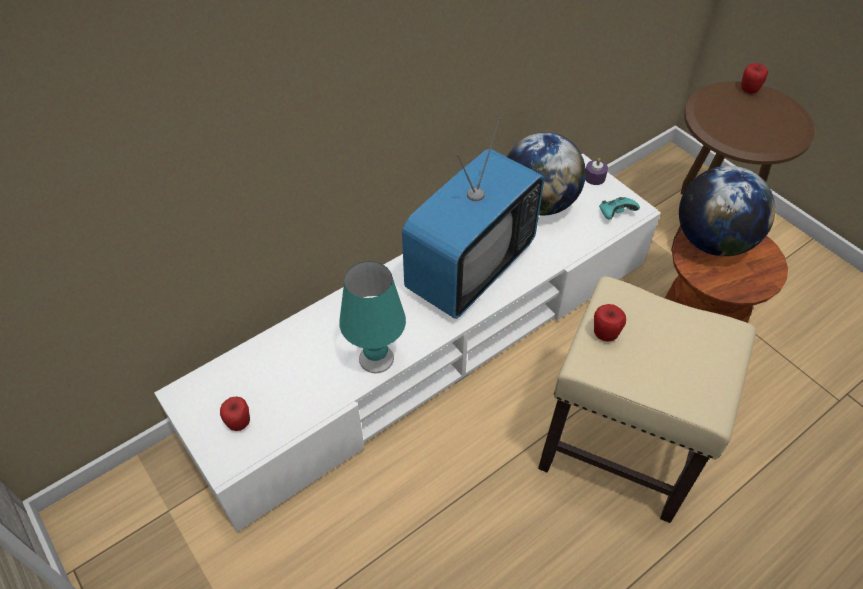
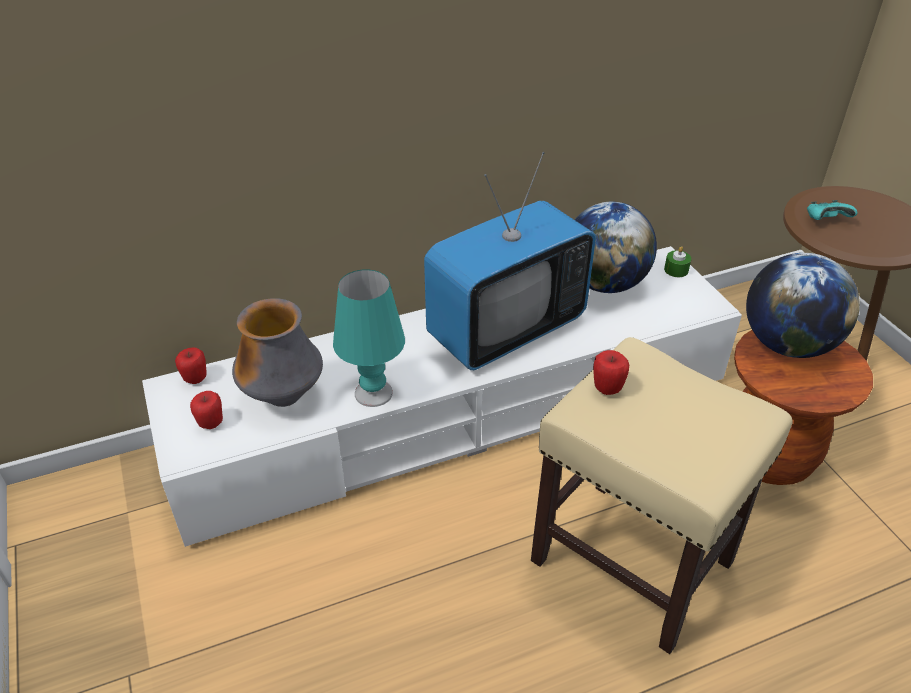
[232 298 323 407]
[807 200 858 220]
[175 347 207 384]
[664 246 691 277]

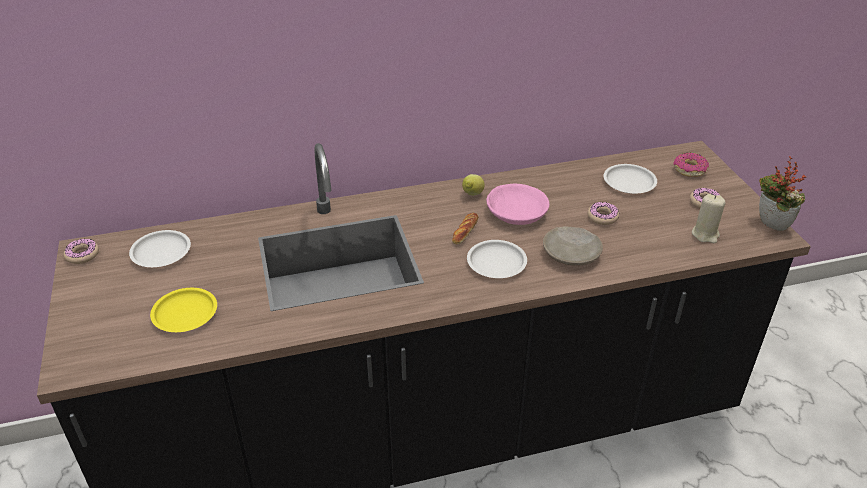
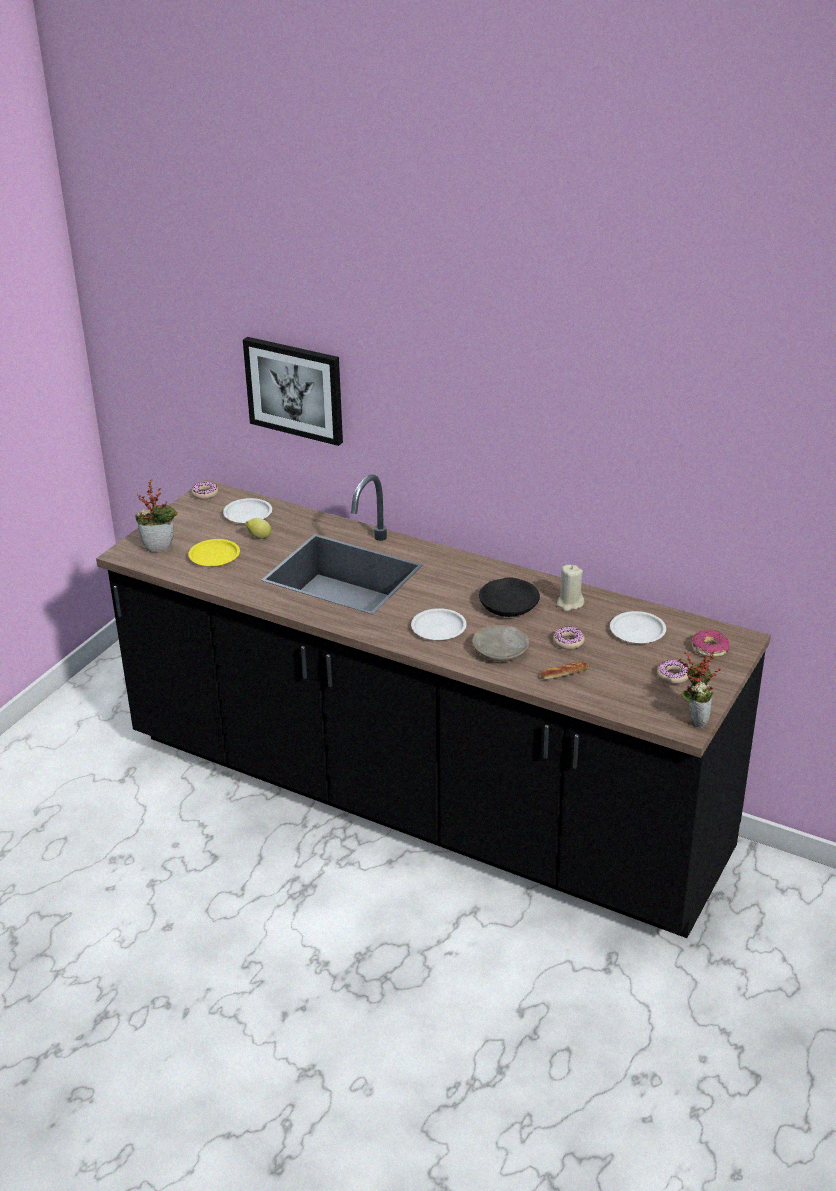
[135 479 178 552]
[243 337 343 446]
[540 661 588 680]
[245 518 271 539]
[557 565 585 611]
[479 577 540 617]

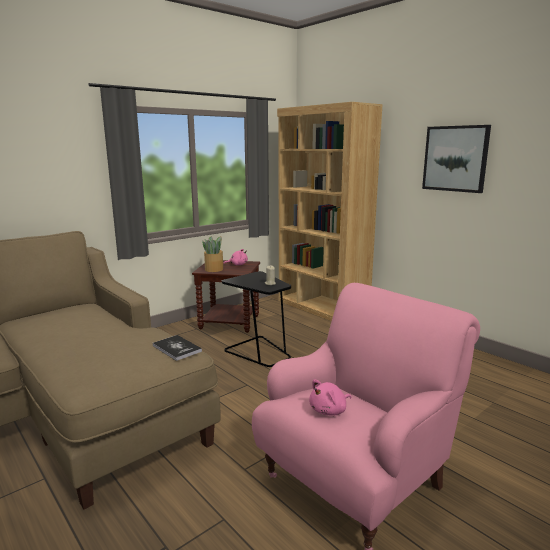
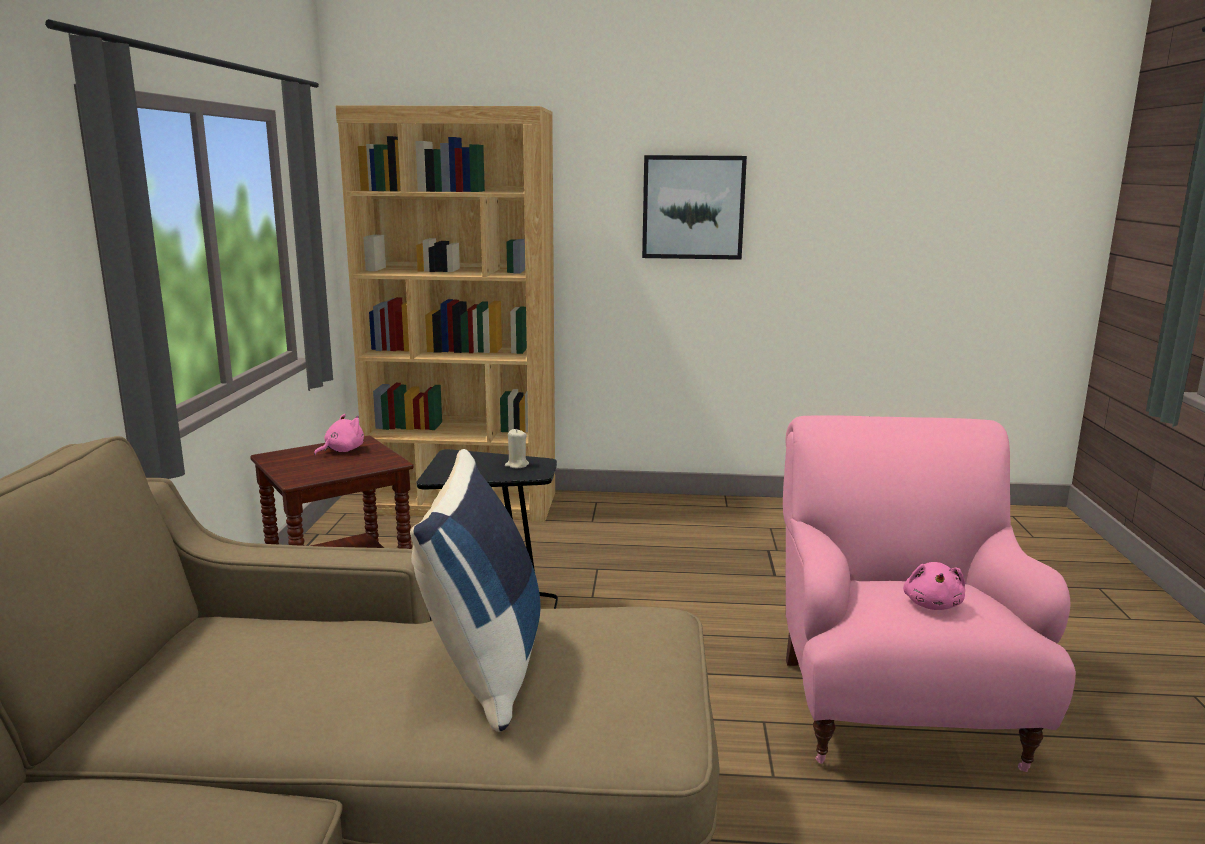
[153 335 202 361] (first image)
[202 236 223 272] (first image)
[410 449 541 732]

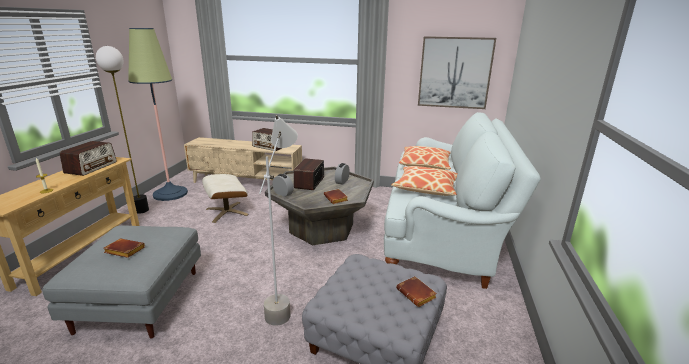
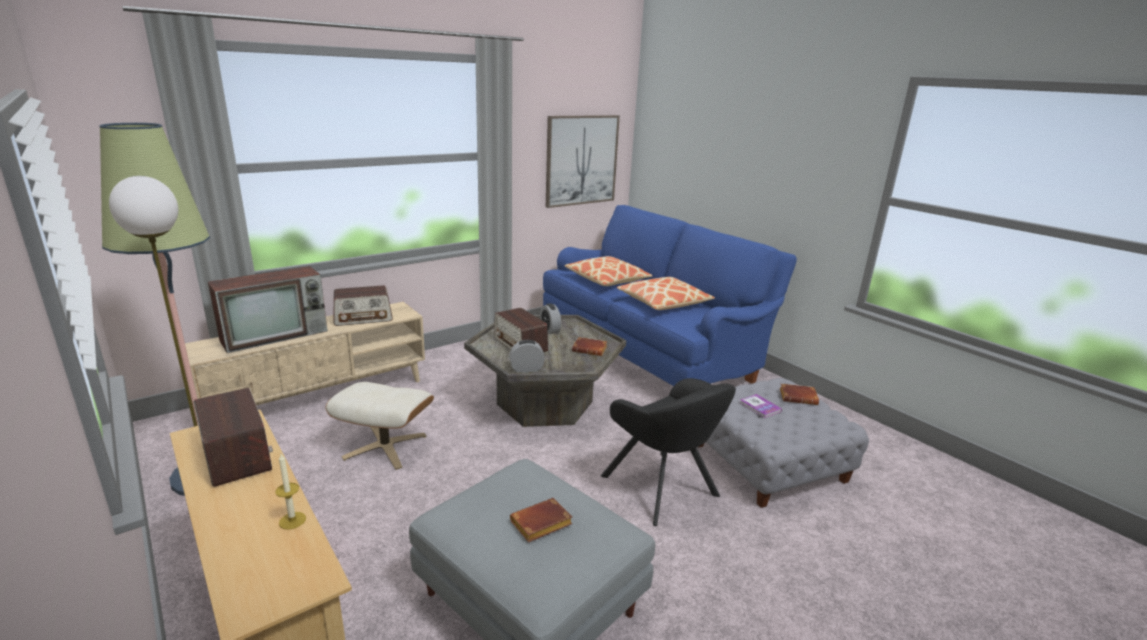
[208 266 328 353]
[740 394 782 418]
[601 378 736 526]
[543 205 797 386]

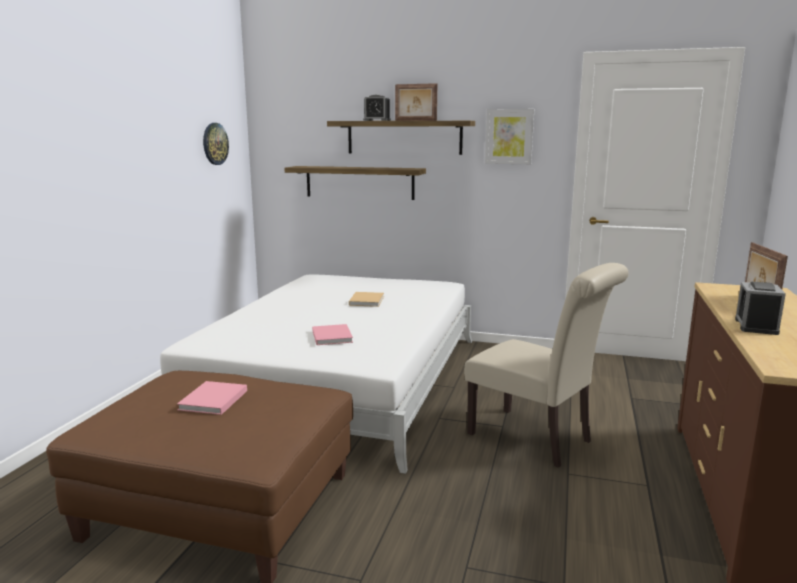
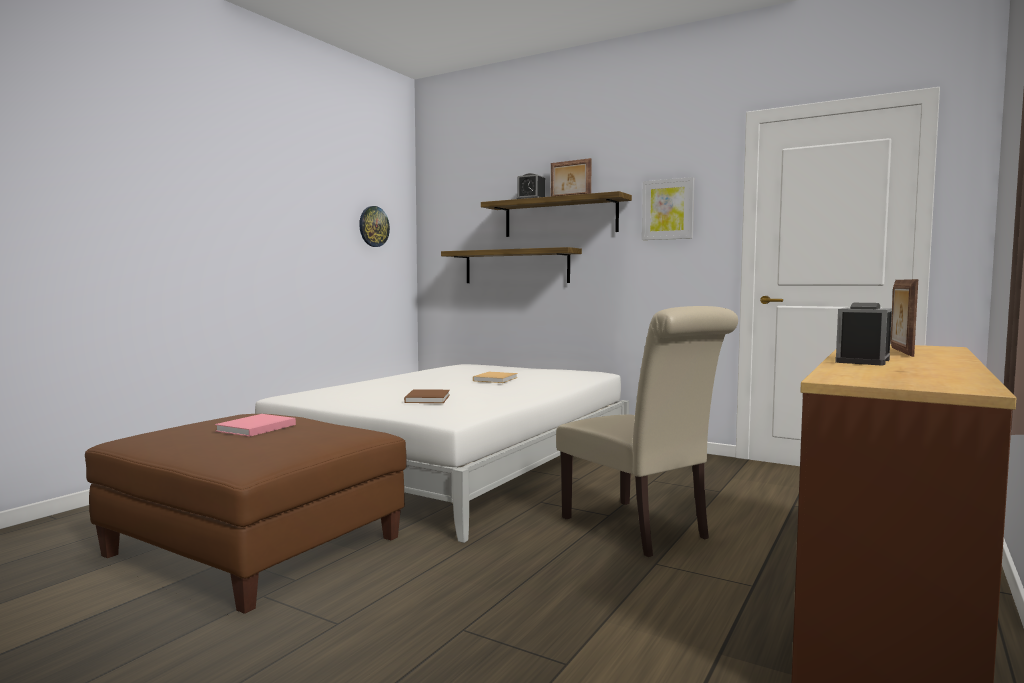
[404 389 450 403]

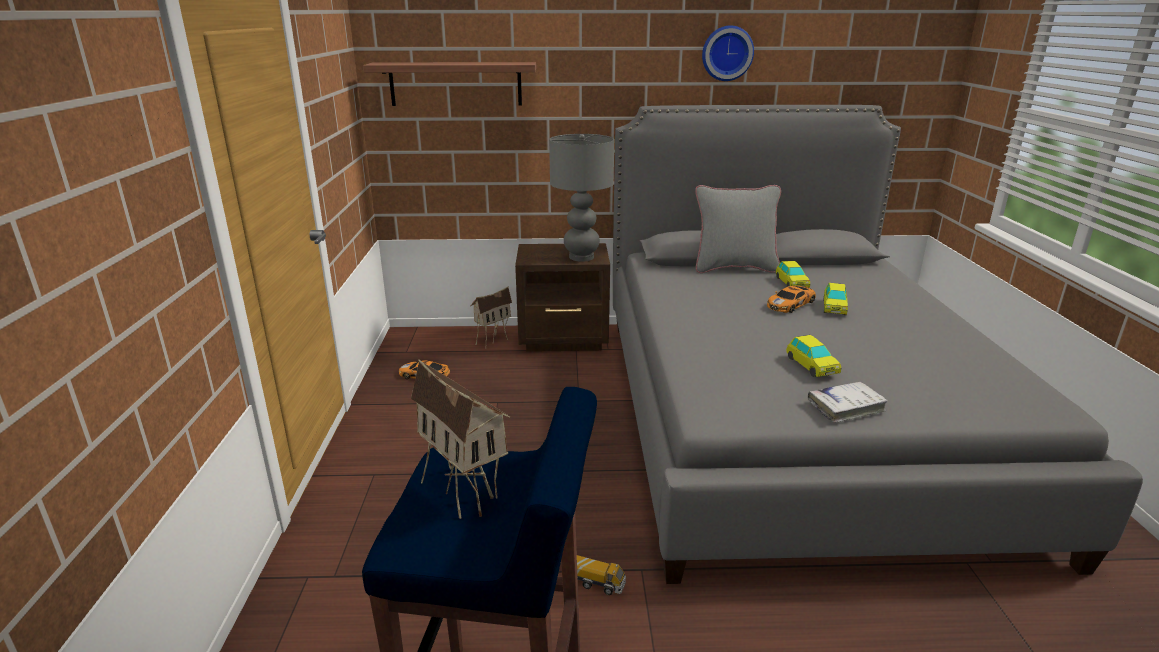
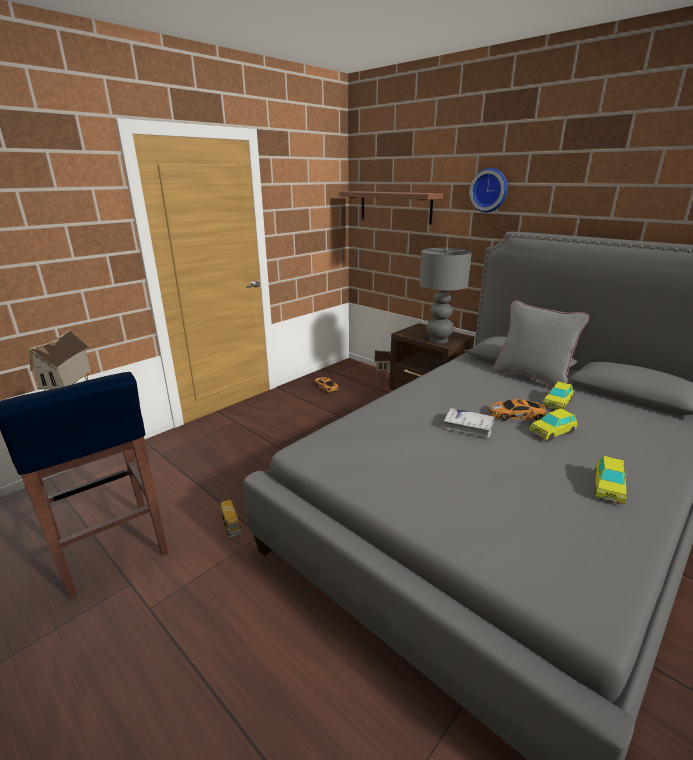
[469 168 508 213]
[595 456 627 504]
[443 408 495 438]

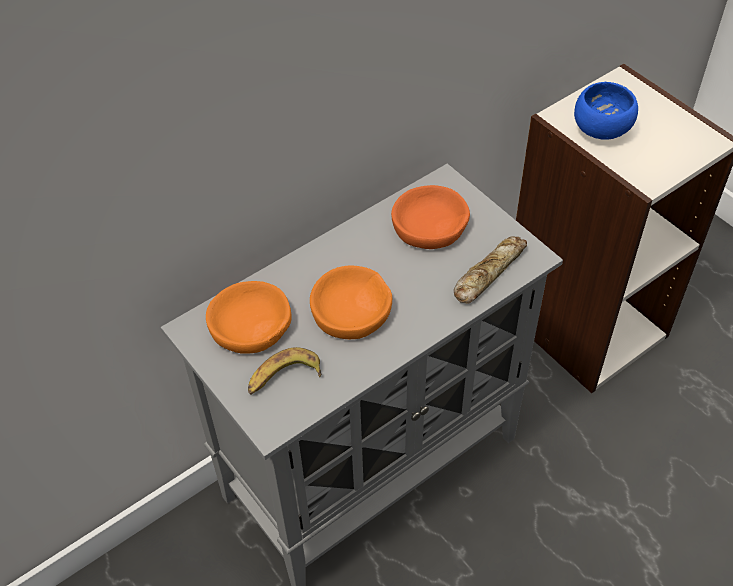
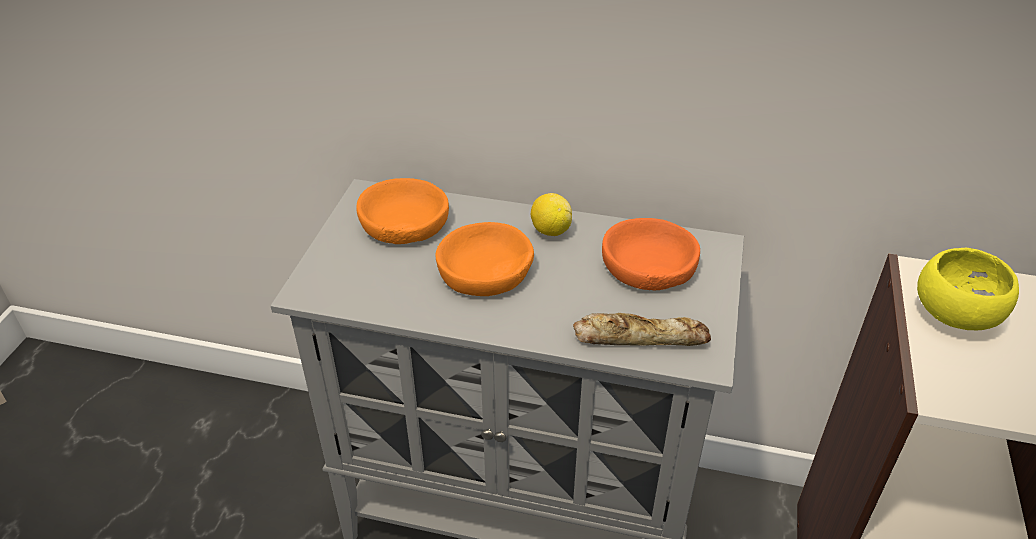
[248 347 321 394] (first image)
[531 193 572 236]
[917 248 1019 330]

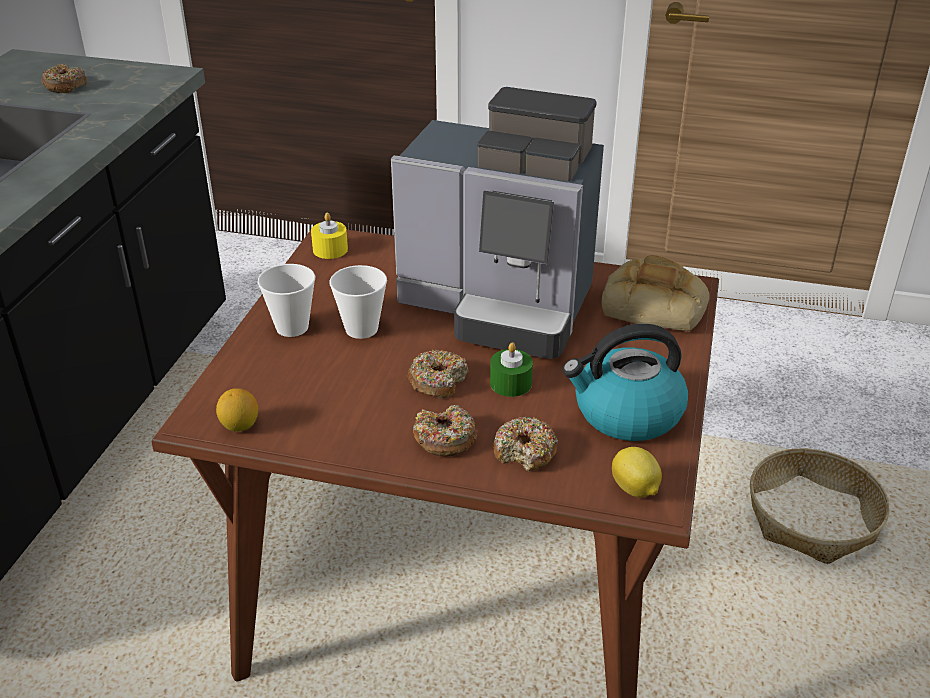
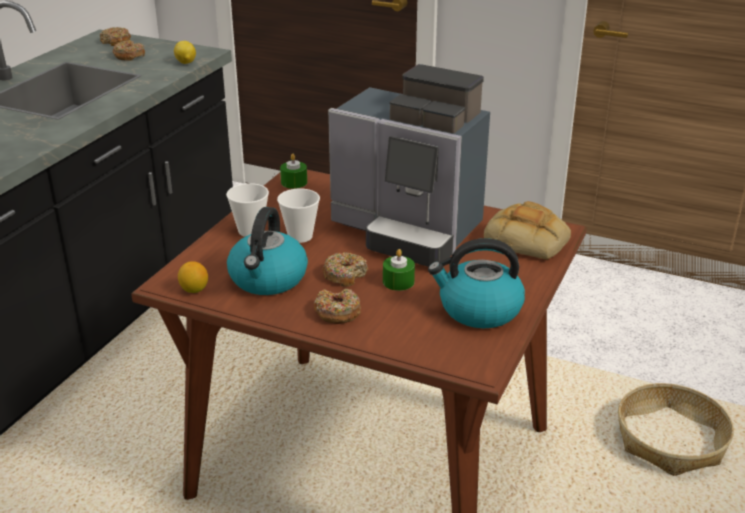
[227 207 308 295]
[100 27 131 46]
[174 41 196 64]
[280 154 307 189]

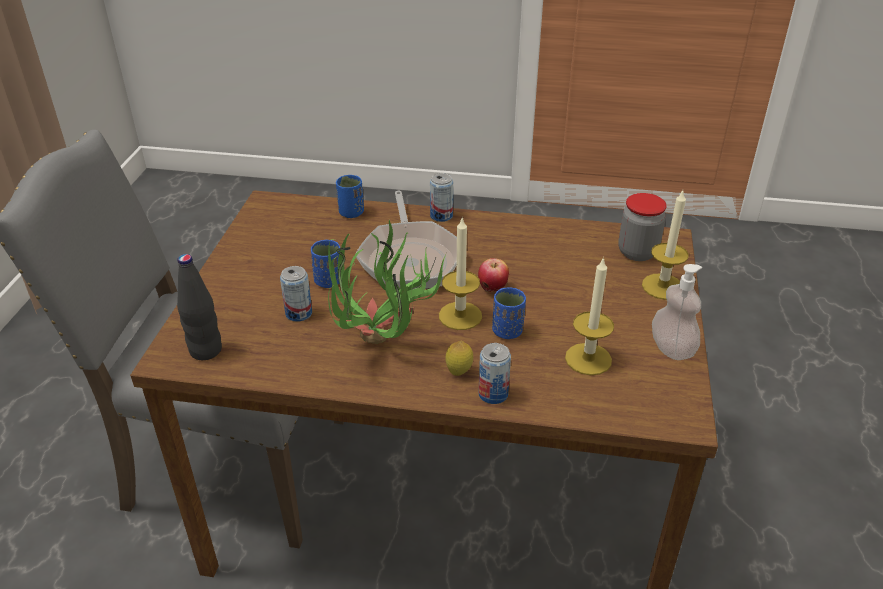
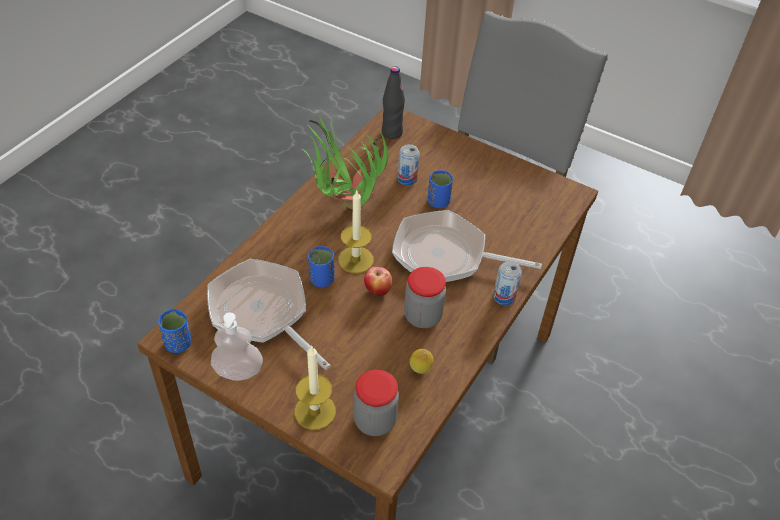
[478 343 511 404] (first image)
[404 267 446 328]
[158 309 192 353]
[410 349 433 374]
[207 259 331 370]

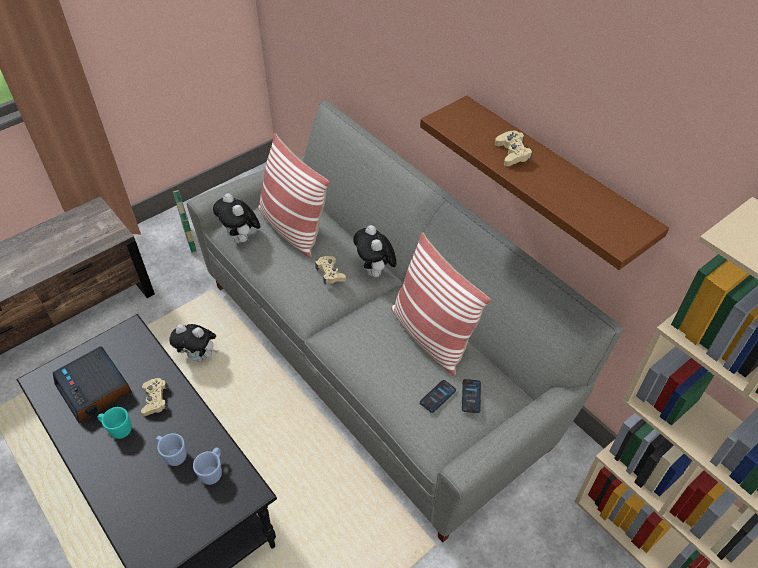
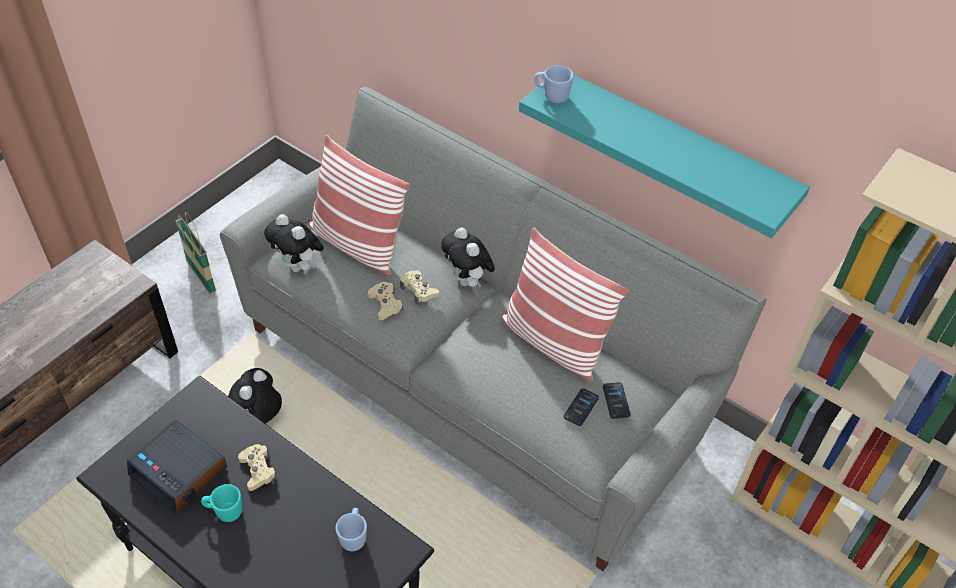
[534 65 574 103]
[368 282 403 320]
[519 75 810 238]
[228 368 282 424]

